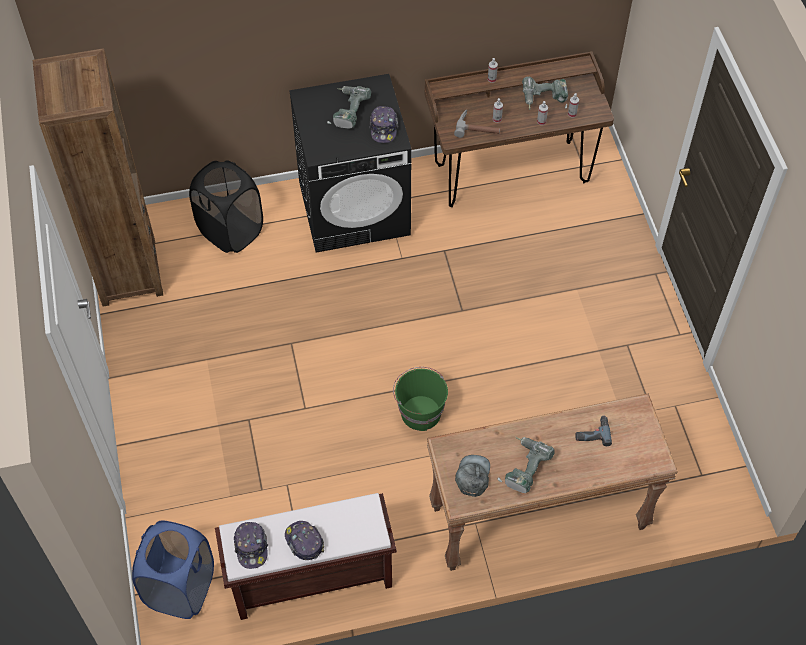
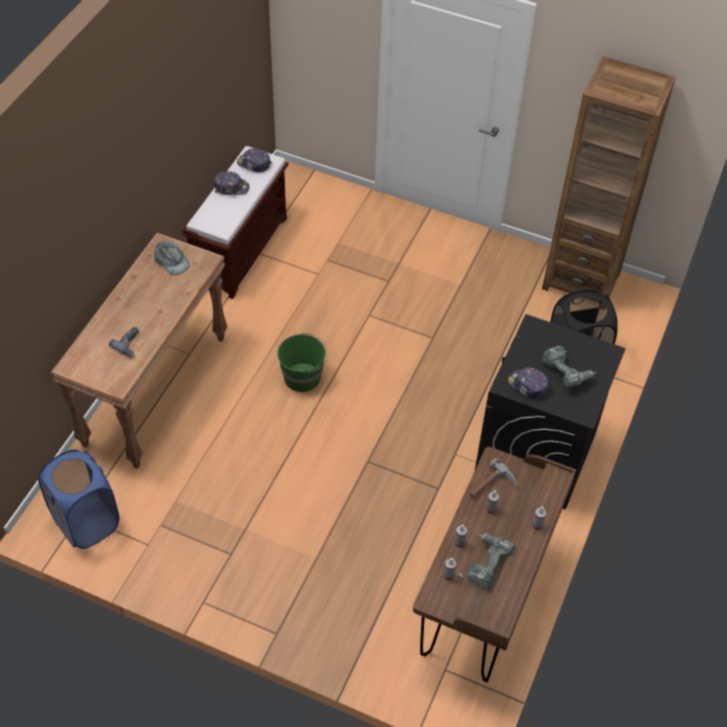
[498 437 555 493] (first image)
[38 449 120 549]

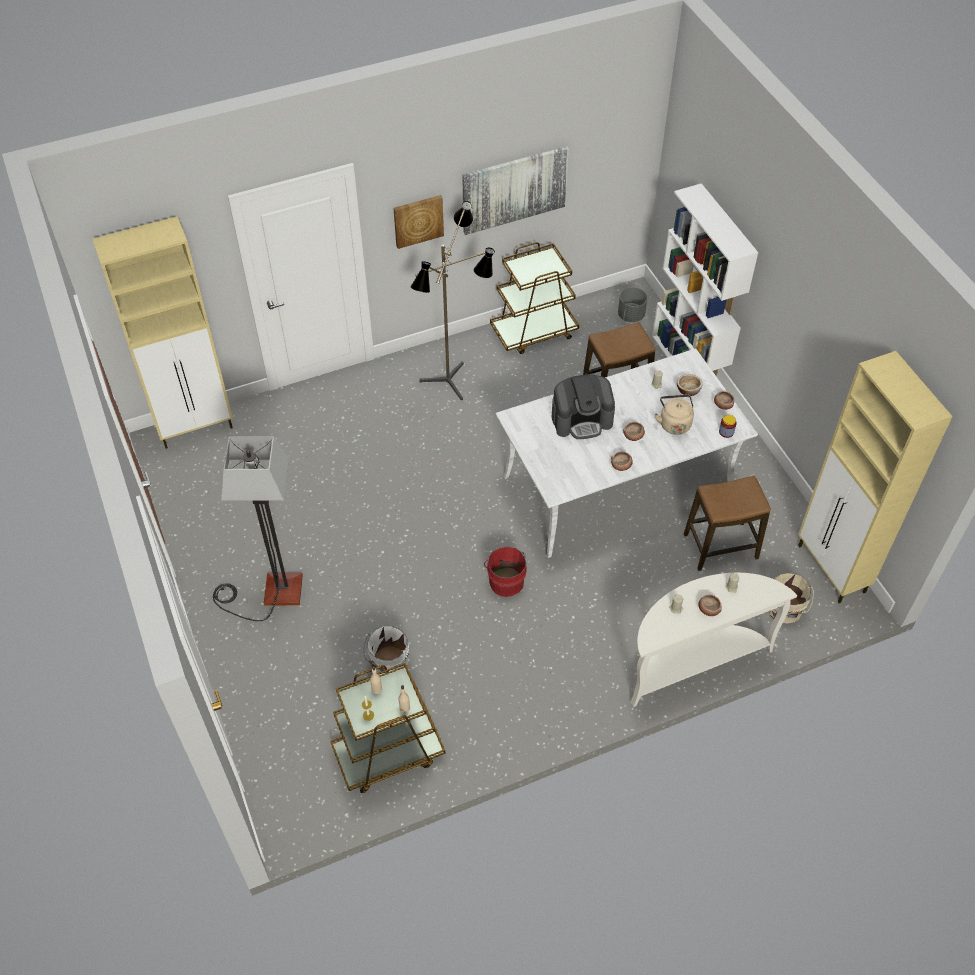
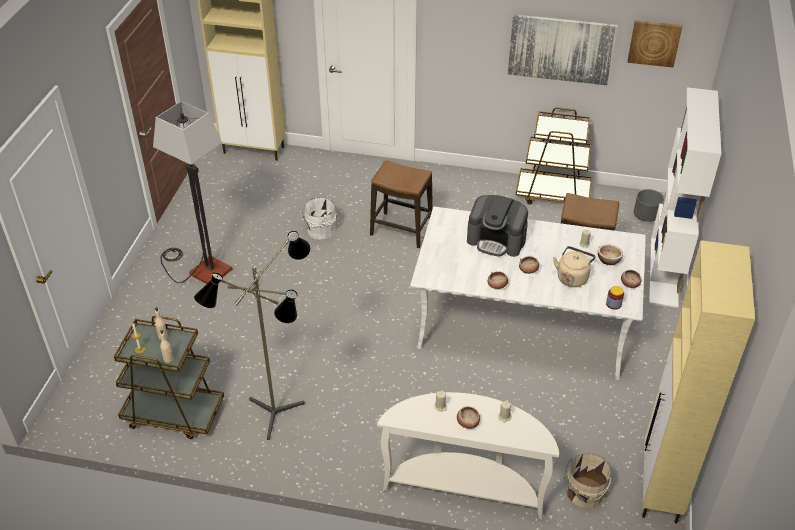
[484 547 527 597] (first image)
[302 197 336 239]
[627 20 682 68]
[194 231 310 440]
[370 160 433 248]

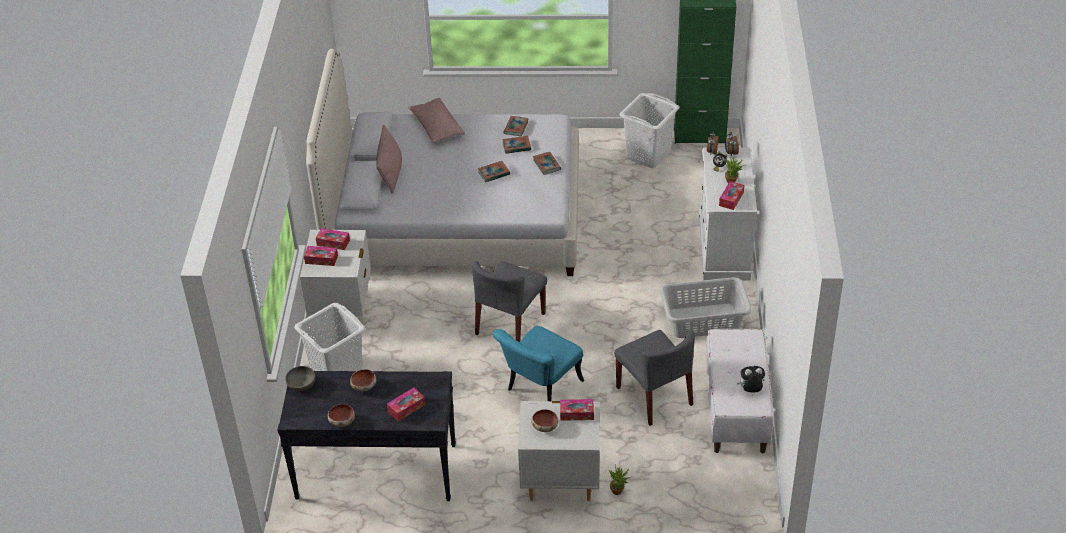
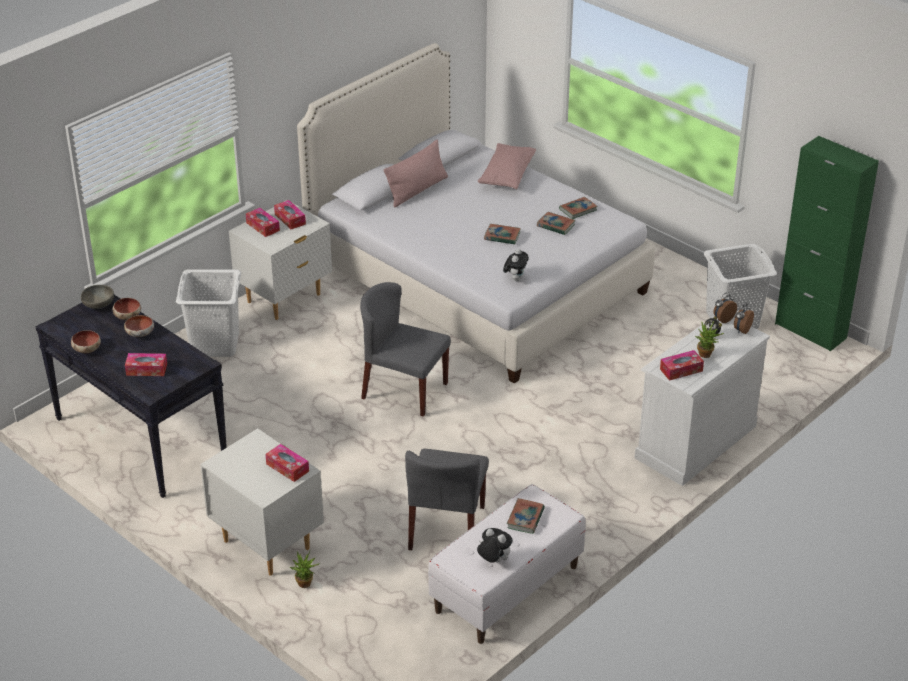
[493 326 584 401] (first image)
[660 277 752 338] (first image)
[503 249 529 281]
[112 298 141 320]
[507 498 545 534]
[360 282 451 417]

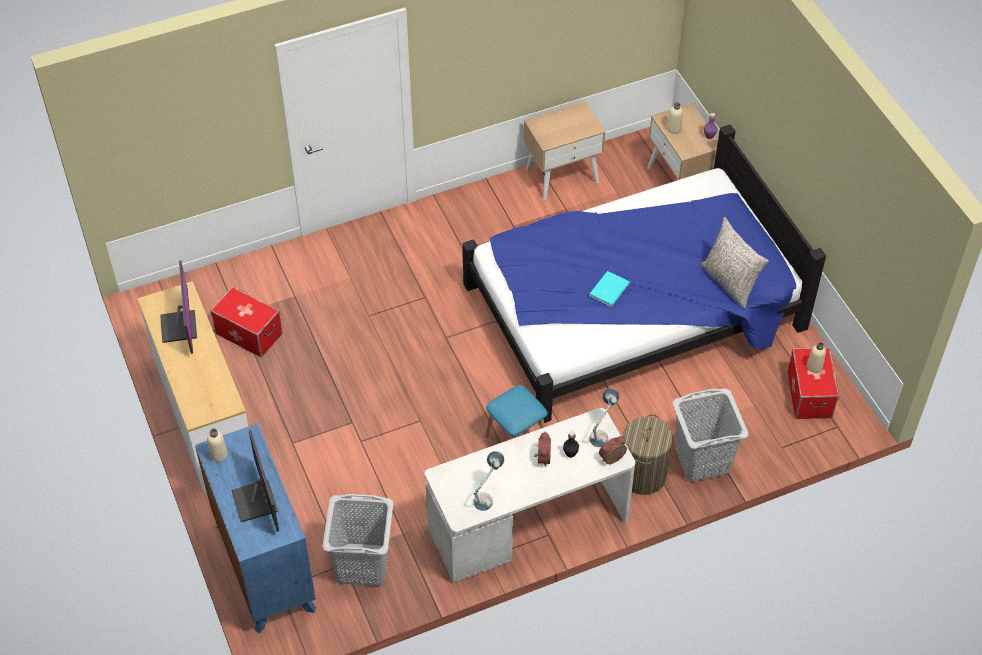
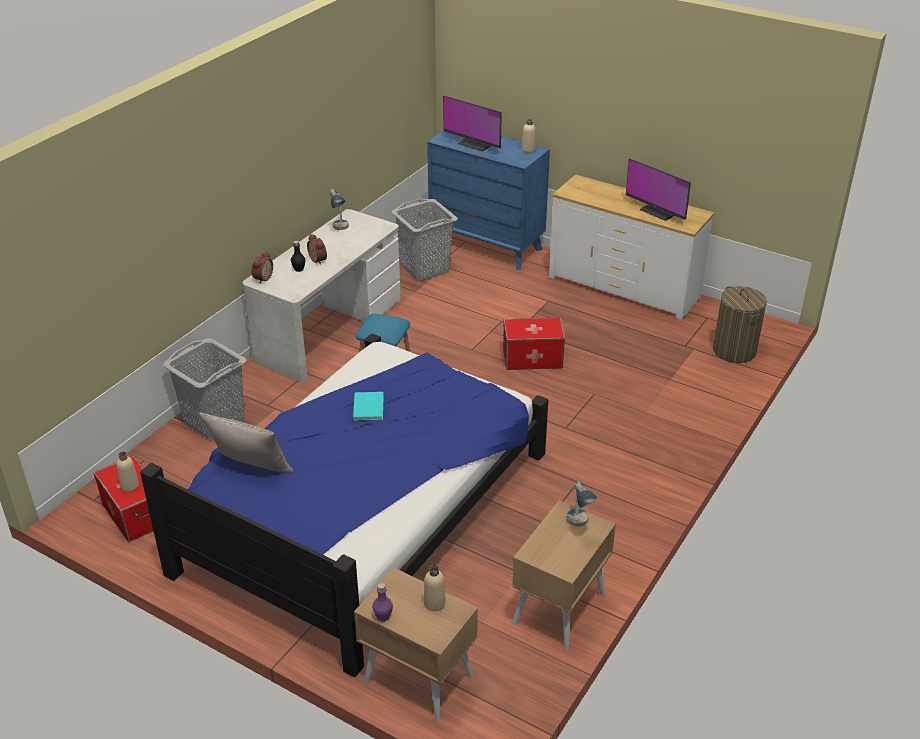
[503 317 565 370]
[567 478 597 527]
[713 286 767 363]

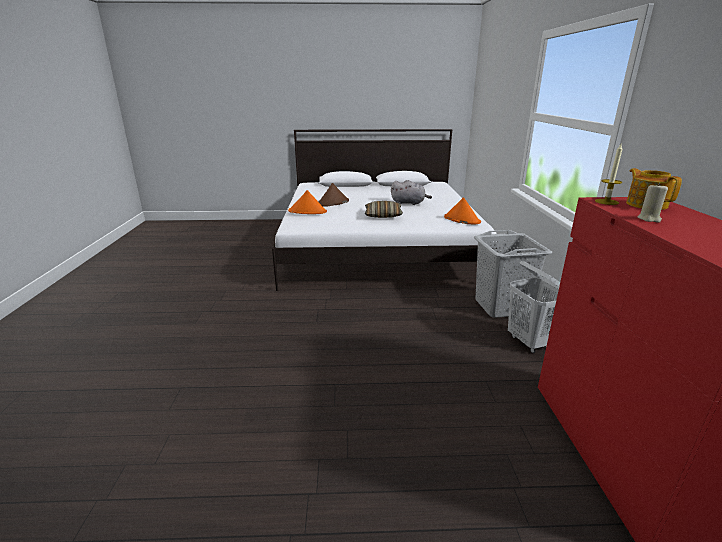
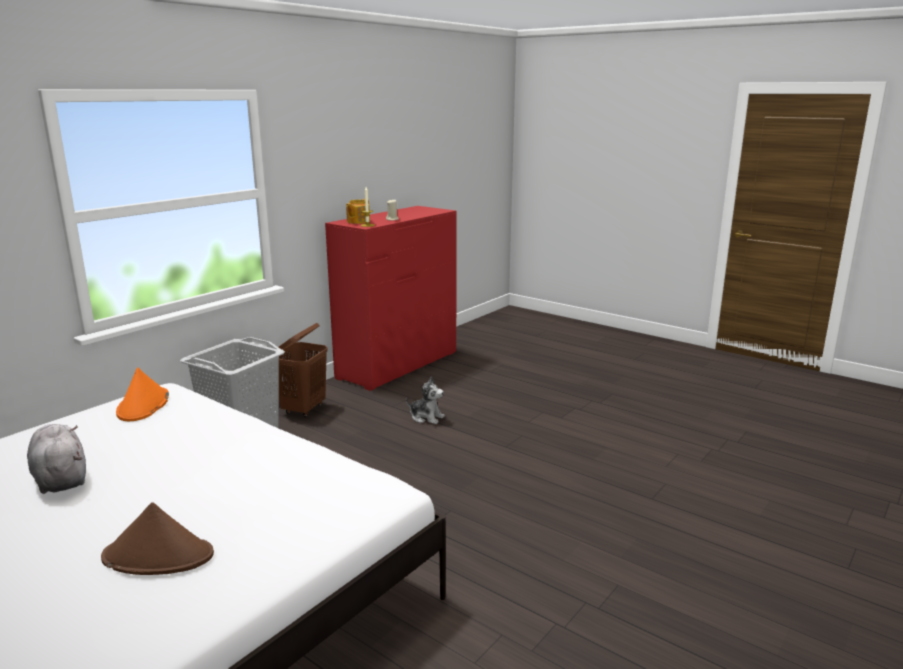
[288 190 327 214] (first image)
[365 201 403 218] (first image)
[406 377 445 424]
[279 323 328 417]

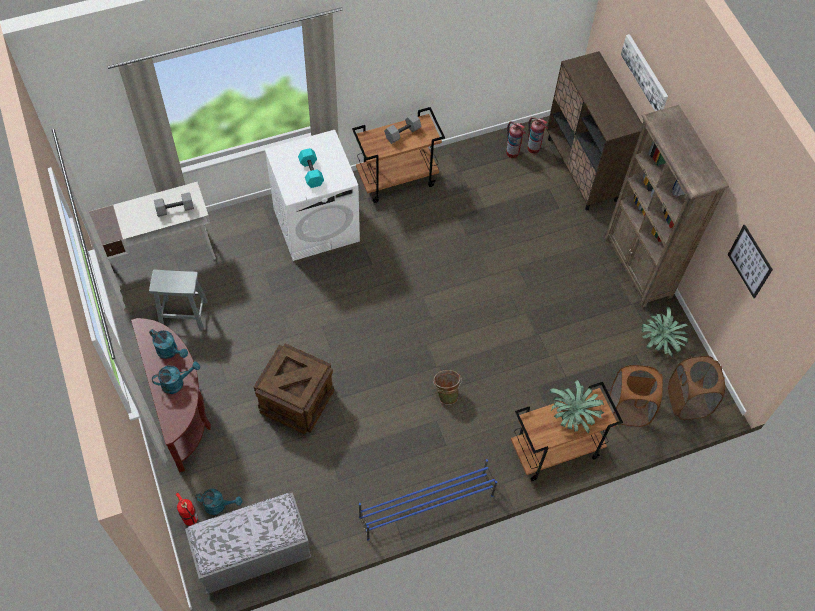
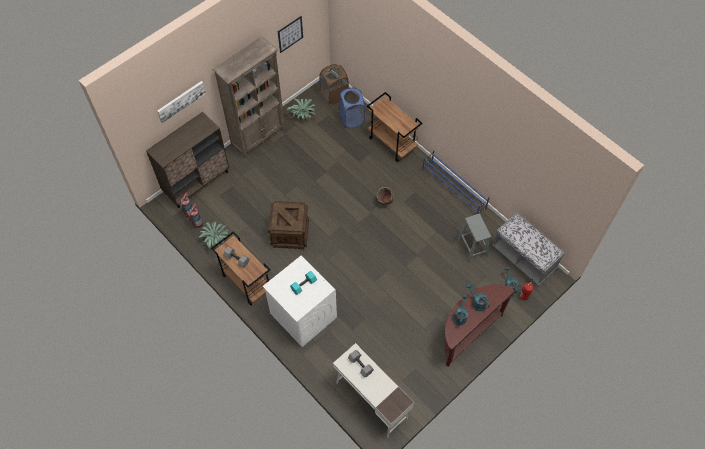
[457 214 491 262]
[268 201 309 249]
[198 221 229 249]
[339 87 365 128]

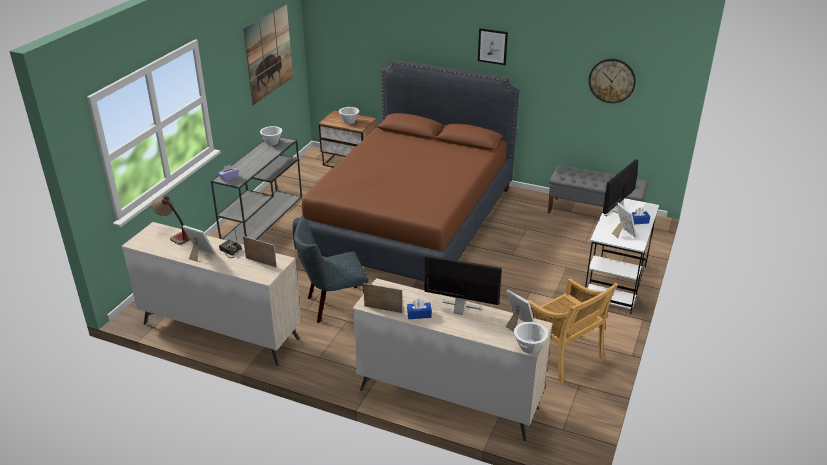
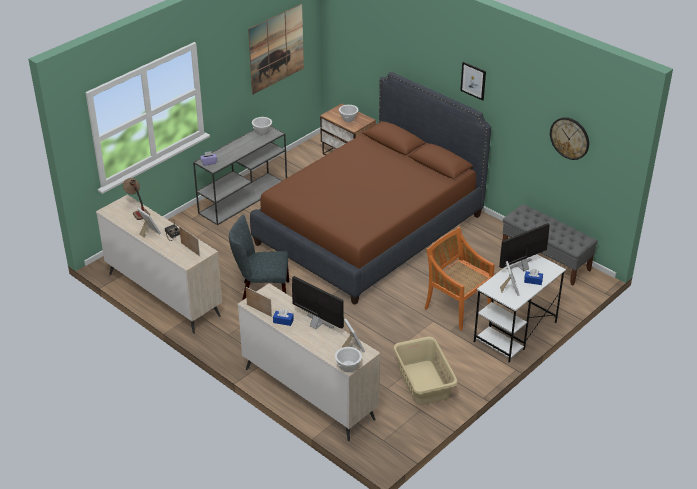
[424 227 494 331]
[393 337 458 405]

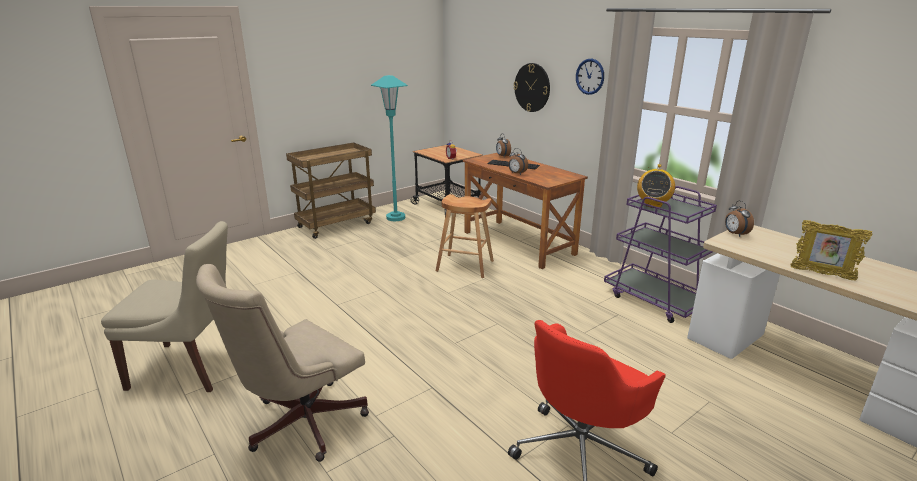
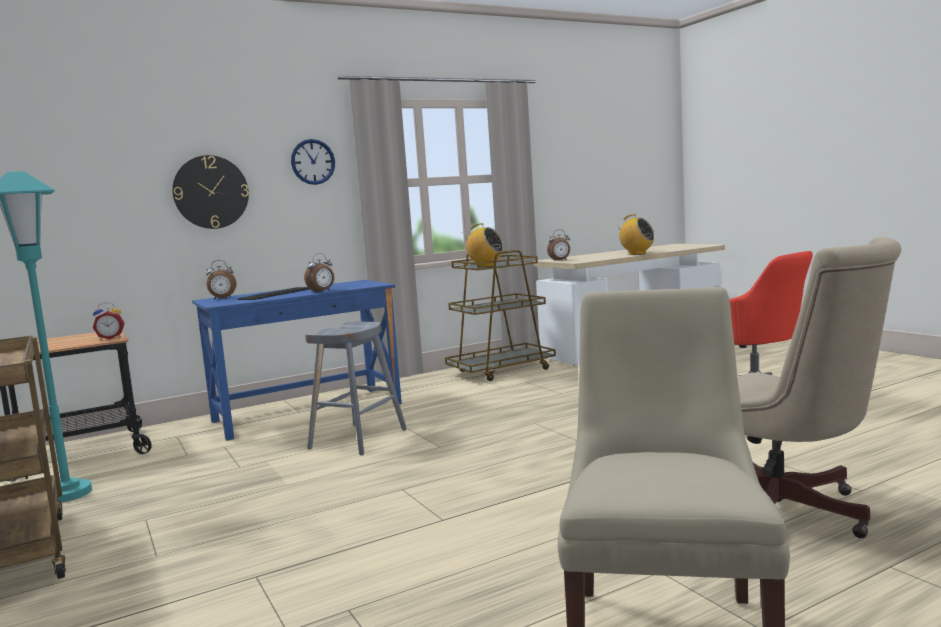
[617 214 655 255]
[305 322 407 455]
[192 280 402 441]
[445 250 556 381]

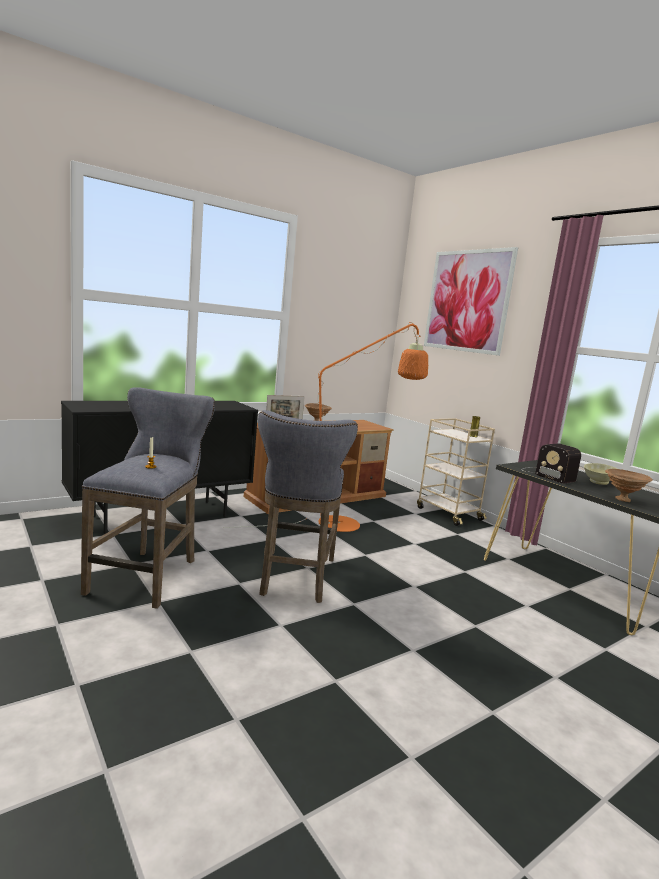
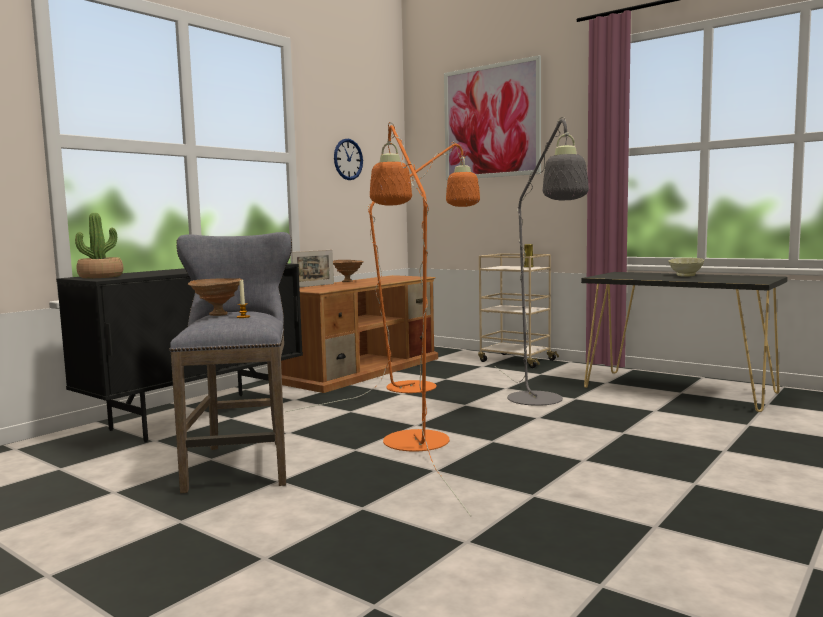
[522 444 581 484] (first image)
[75 213 123 278]
[334 139 363 180]
[496 117 589 406]
[188 278 243 316]
[370 122 471 516]

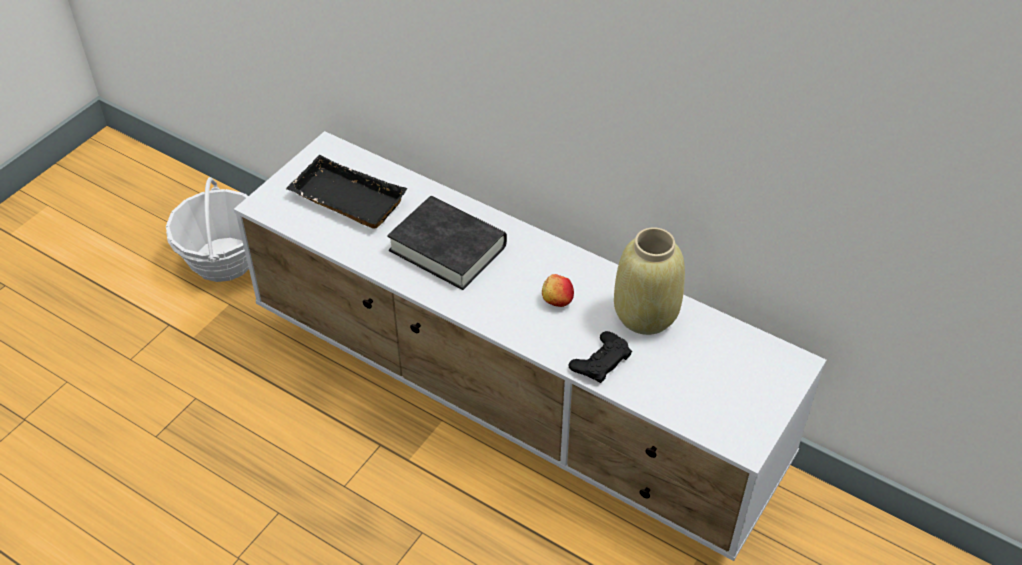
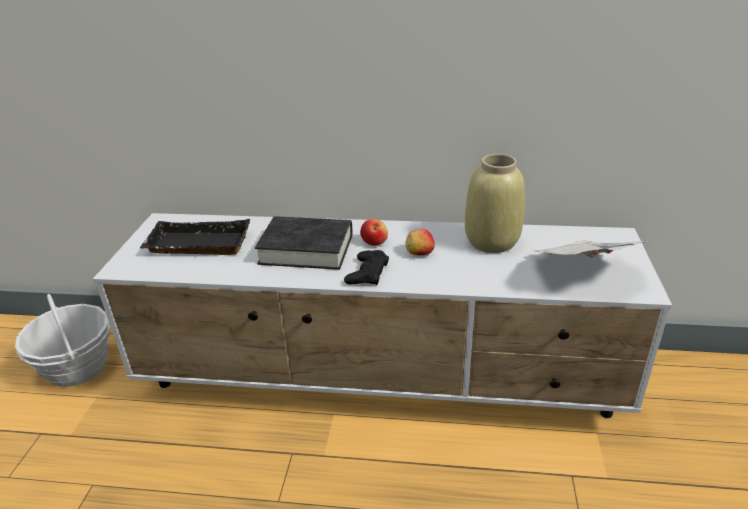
[360 219 388 246]
[531 240 657 258]
[344 250 389 285]

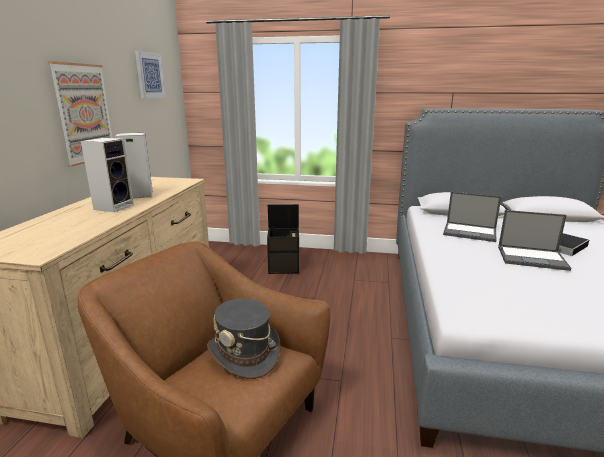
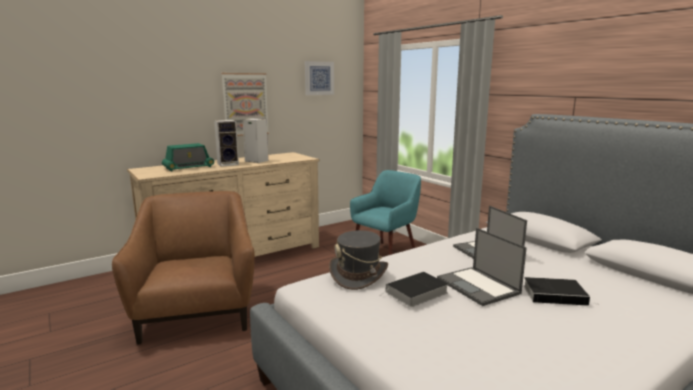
[162 143 214 172]
[382 272 449 307]
[329 230 388 290]
[350 170 421 255]

